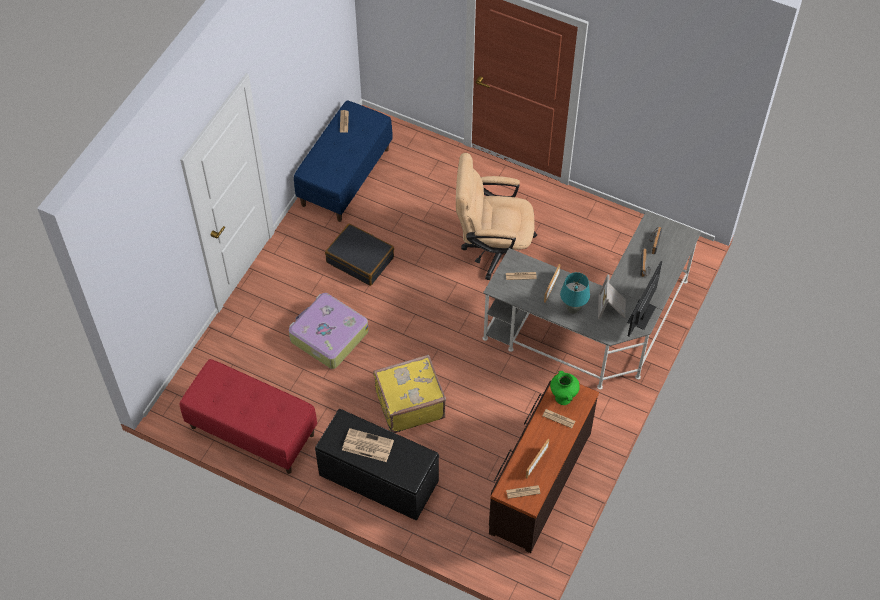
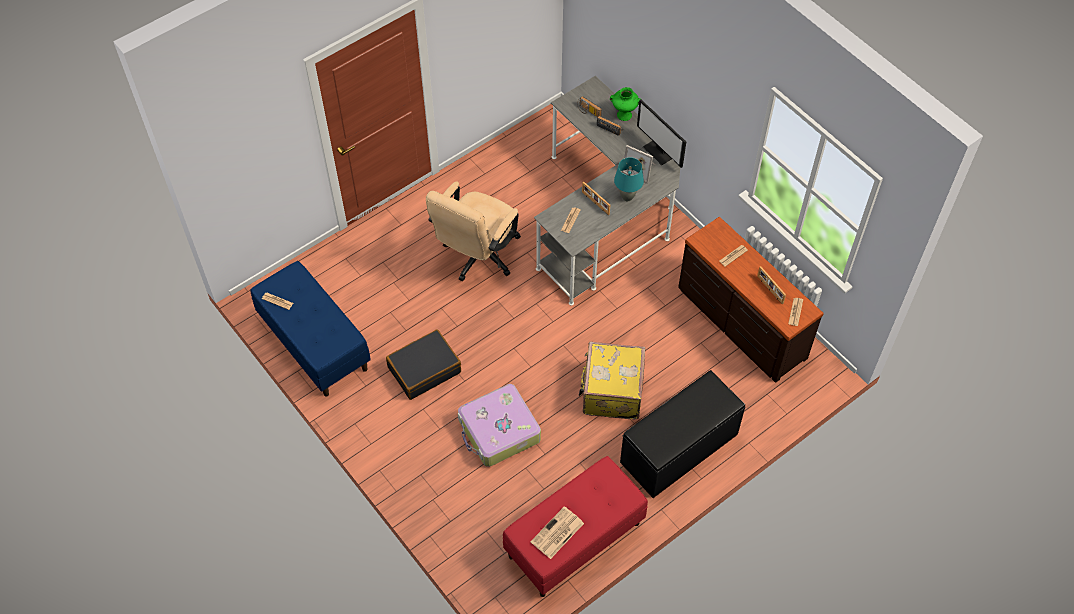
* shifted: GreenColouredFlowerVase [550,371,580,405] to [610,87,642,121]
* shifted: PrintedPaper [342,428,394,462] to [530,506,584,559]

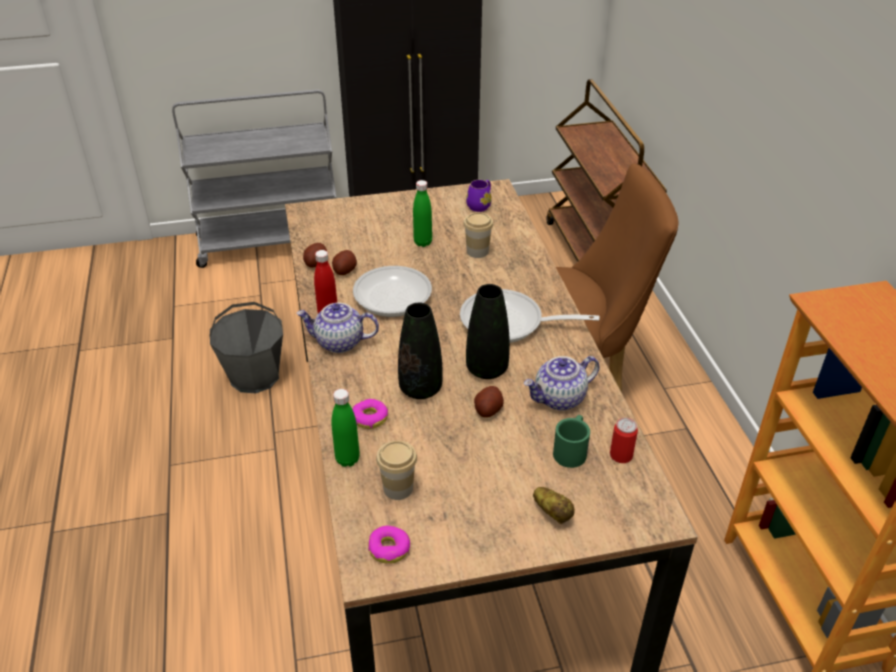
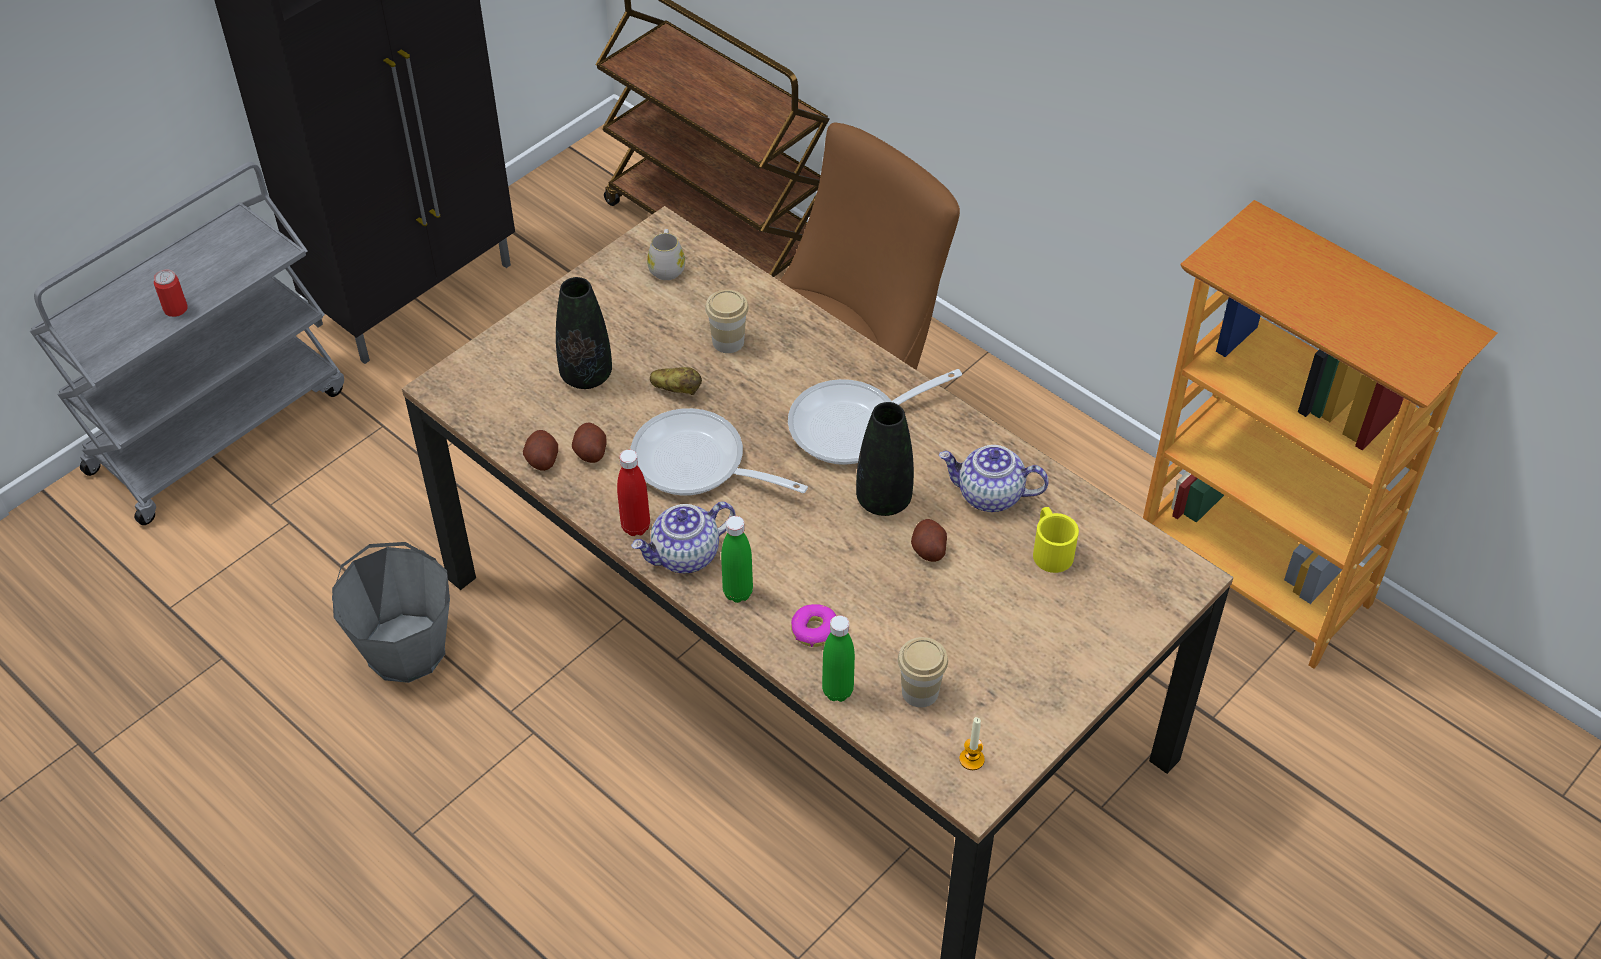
* shifted: GreenColouredBeverageBottle [413,180,432,247] to [721,516,753,603]
* repainted: PurpleColouredTeaMug [466,180,492,212] to WhitishTeaMug [647,229,685,280]
* shifted: BlackishFlowerVase [398,302,443,399] to [556,277,612,389]
* rotated: TeaPot [524,356,599,410] = [939,445,1049,512] 75 degrees clockwise
* repainted: GreenColouredTeaMug [553,415,590,468] to YellowishTeaMug [1033,507,1079,573]
* shifted: MetalCan [610,418,638,463] to [154,269,187,317]
* shifted: Potato [533,487,575,524] to [650,367,702,395]
* swapped: Donut [368,525,410,564] to WaxCandle [959,717,985,770]

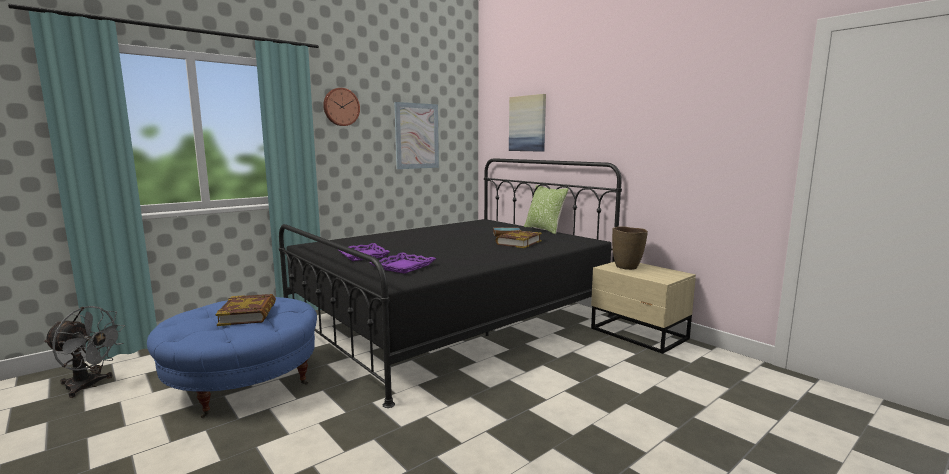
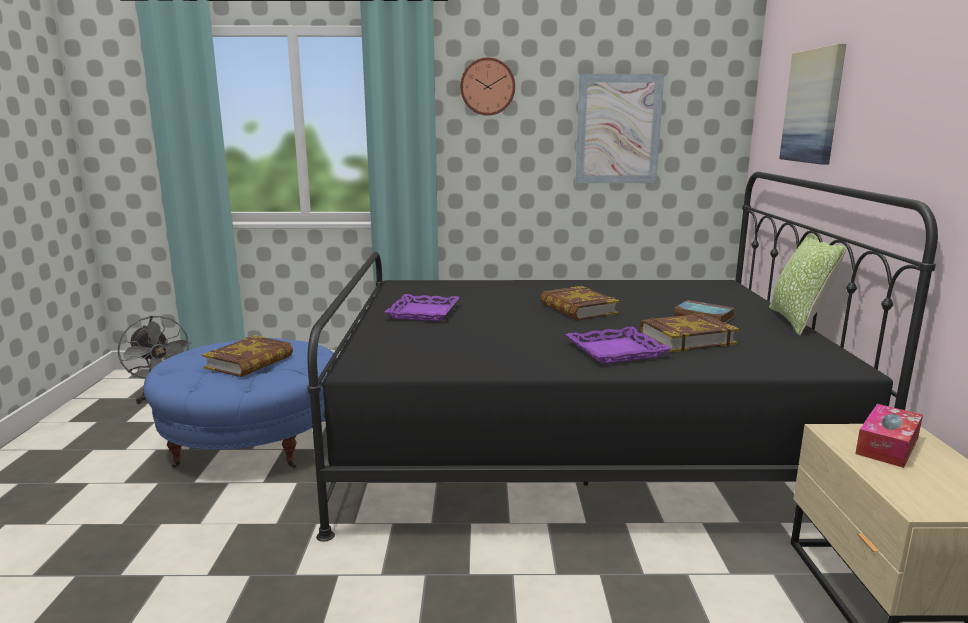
* swapped: BrownFlowerVase [612,226,648,270] to TissueHolder [855,404,923,468]
* shifted: PurpleColouredTray [370,252,436,274] to [566,326,671,364]
* new: Volume [540,286,620,320]

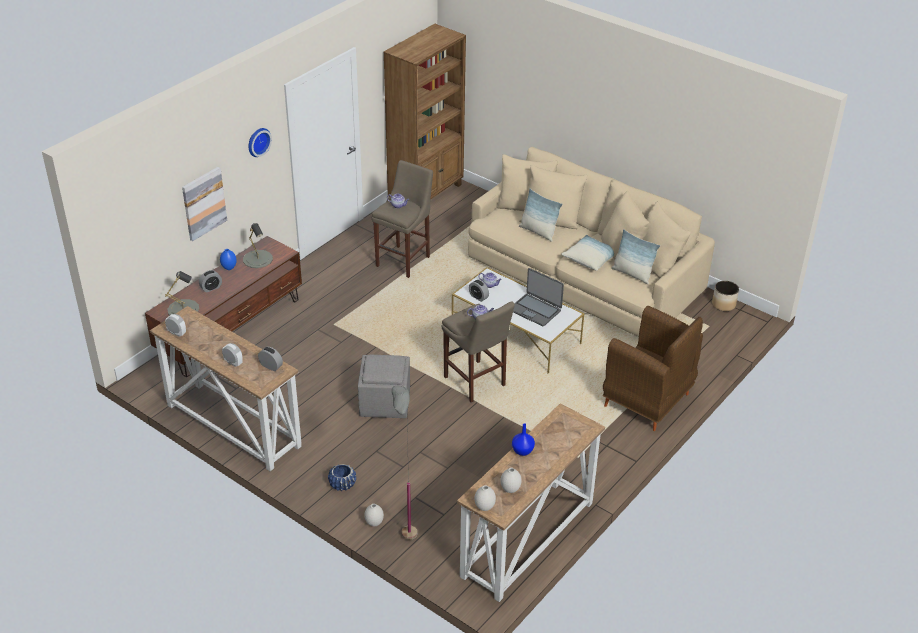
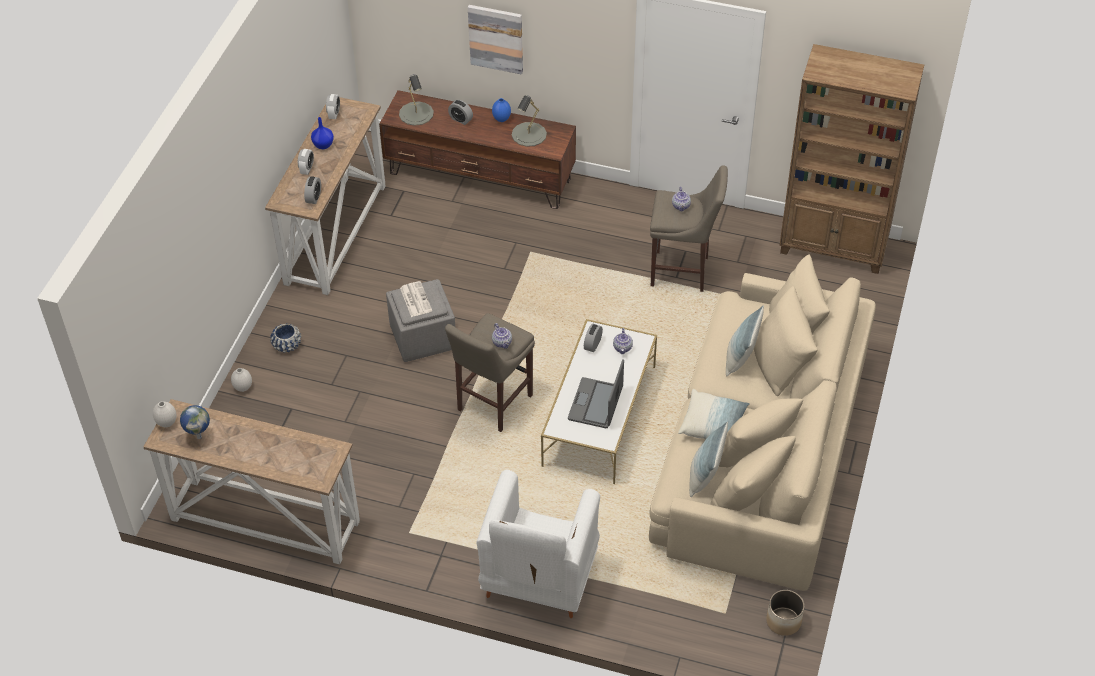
* gone: WallClock [249,128,272,157]
* repainted: BrownEasyChair [603,306,703,431] to WhitishEasyChair [477,470,600,618]
* gone: GreyishFloorLamp [392,386,417,540]
* shifted: BlueColouredFlowerVase [512,423,535,456] to [311,117,334,149]
* swapped: WhitishFlowerVase [500,468,522,493] to DeskGlobe [180,405,210,439]
* new: PrintedPaper [400,281,432,317]

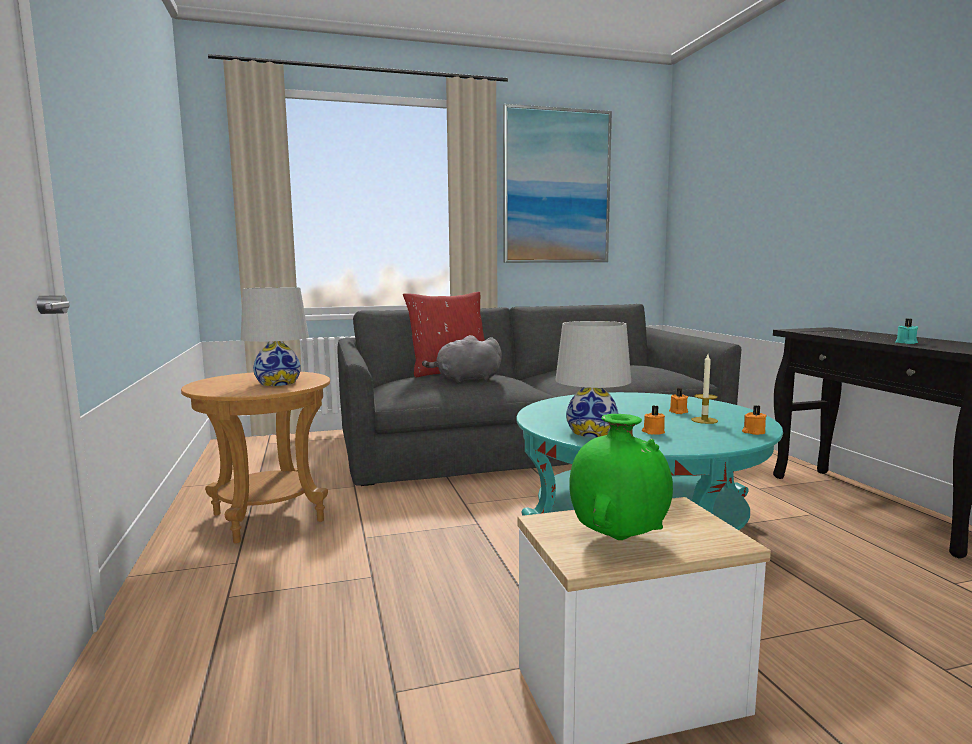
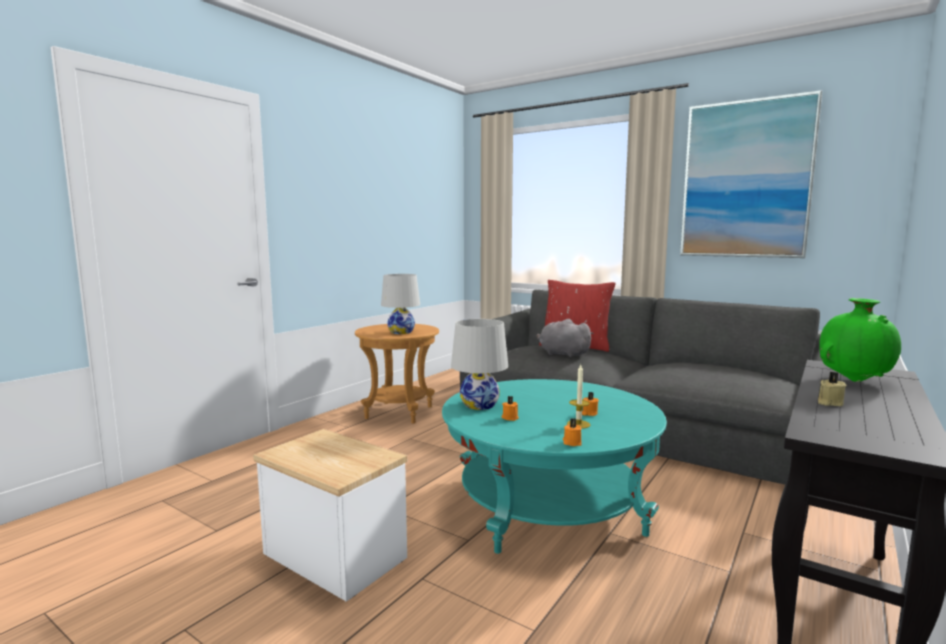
* repainted: TurquoiseColouredWaxCandle [895,318,919,344] to SandColouredWaxCandle [818,372,847,406]
* shifted: GreenColouredFlowerVase [569,414,673,540] to [819,298,901,382]

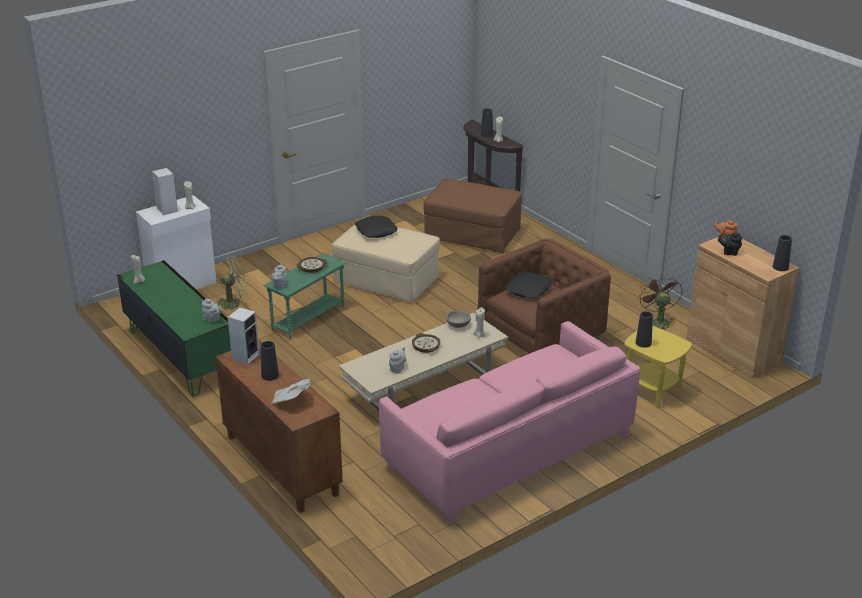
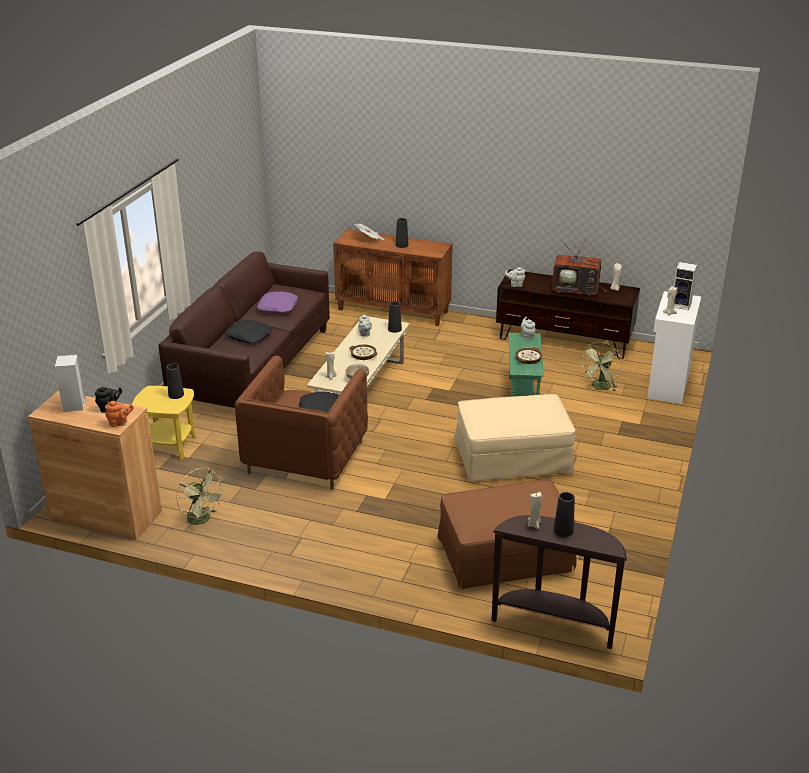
* shifted: BlackishThrowPillow [355,216,398,238] to [225,320,273,343]
* shifted: BlackishFlowerVase [773,235,792,271] to [388,301,402,333]
* repainted: GreenColouredTvStand [117,260,231,397] to BrownTvStand [496,269,640,359]
* repainted: BrownFan [639,274,682,329] to GreenColouredFan [177,468,225,531]
* shifted: Speaker [228,307,260,365] to [55,355,86,412]
* repainted: PinkColouredCouch [379,321,640,524] to BrownCouch [158,252,330,408]
* new: Television [552,233,607,296]
* new: PurpleColouredThrowPillow [257,291,298,313]

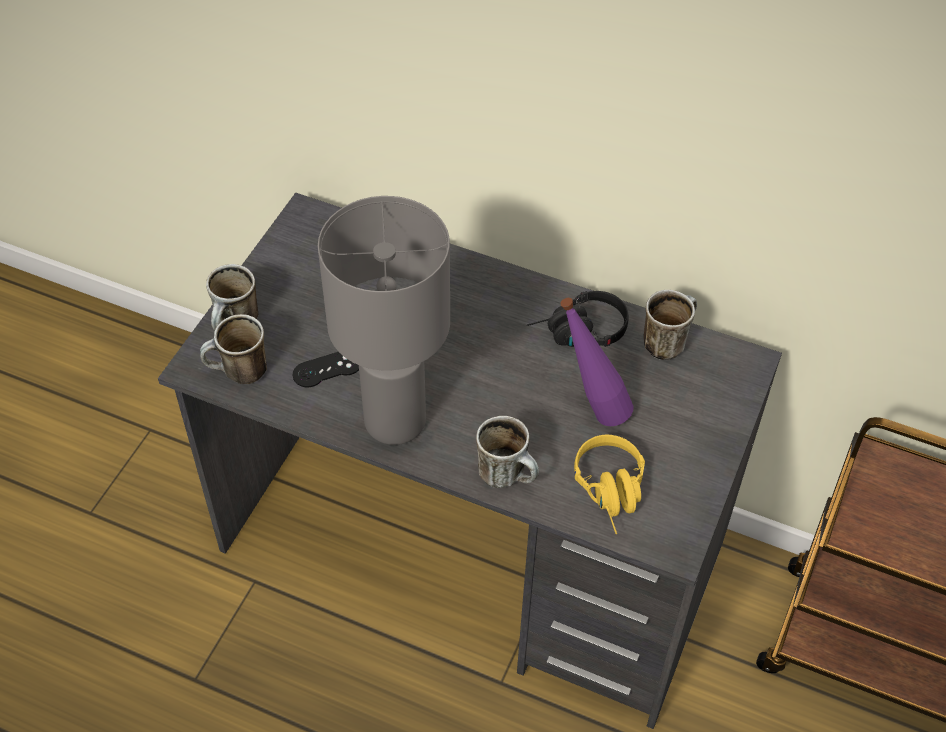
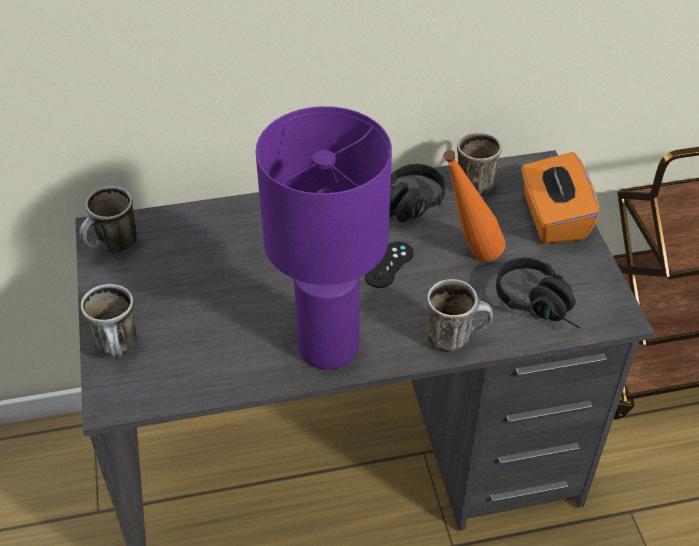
* repainted: GreyishLampForATable [318,196,450,445] to PurpleColouredLampForATable [256,106,392,370]
* repainted: PurpleColouredBeverageBottle [560,298,633,426] to OrangeColouredBeverageBottle [443,150,506,261]
* shifted: TeaMug [200,314,267,384] to [80,186,137,253]
* shifted: BlackishGamepad [293,352,359,387] to [364,242,414,288]
* repainted: YellowishPairOfHeadphones [574,435,645,534] to BlackishPairOfHeadphones [496,258,581,329]
* new: OrangeColouredTissueHolder [521,152,600,243]

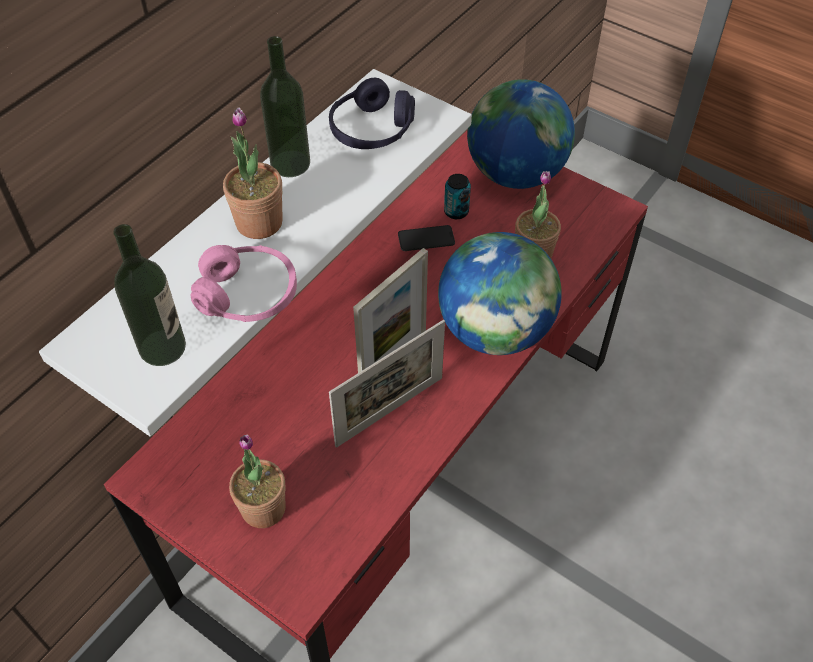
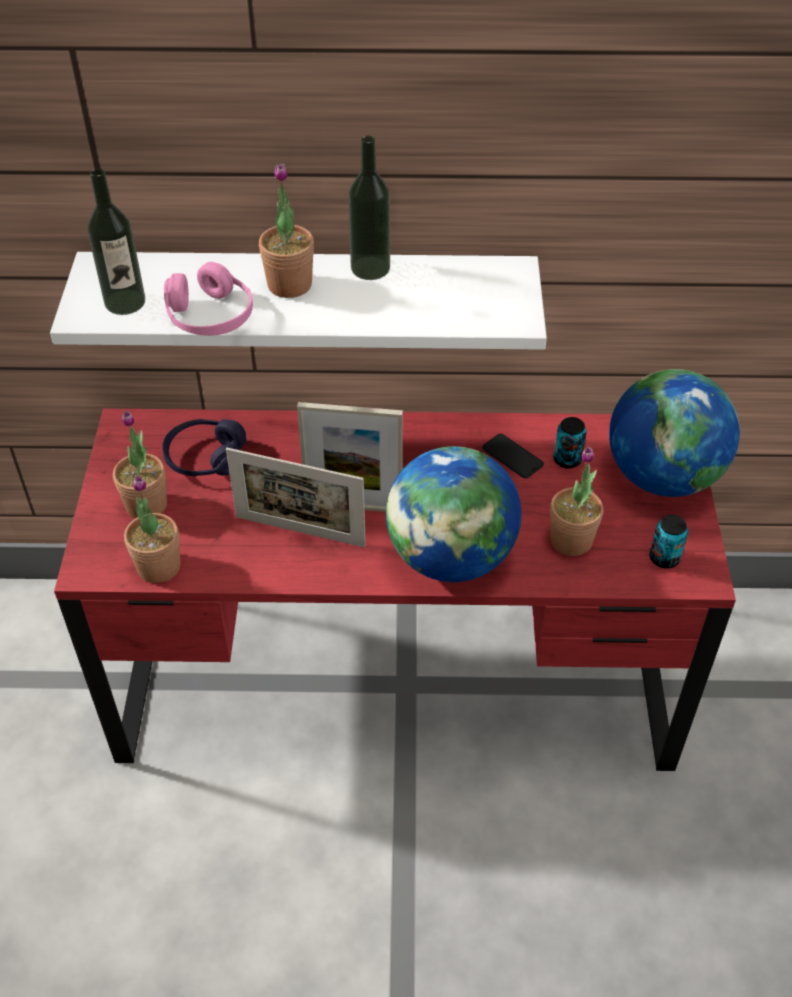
* shifted: PurpleColouredPairOfHeadphones [329,78,415,149] to [162,419,246,477]
* new: Houseplant [124,475,181,583]
* new: MetalCan [650,515,688,569]

